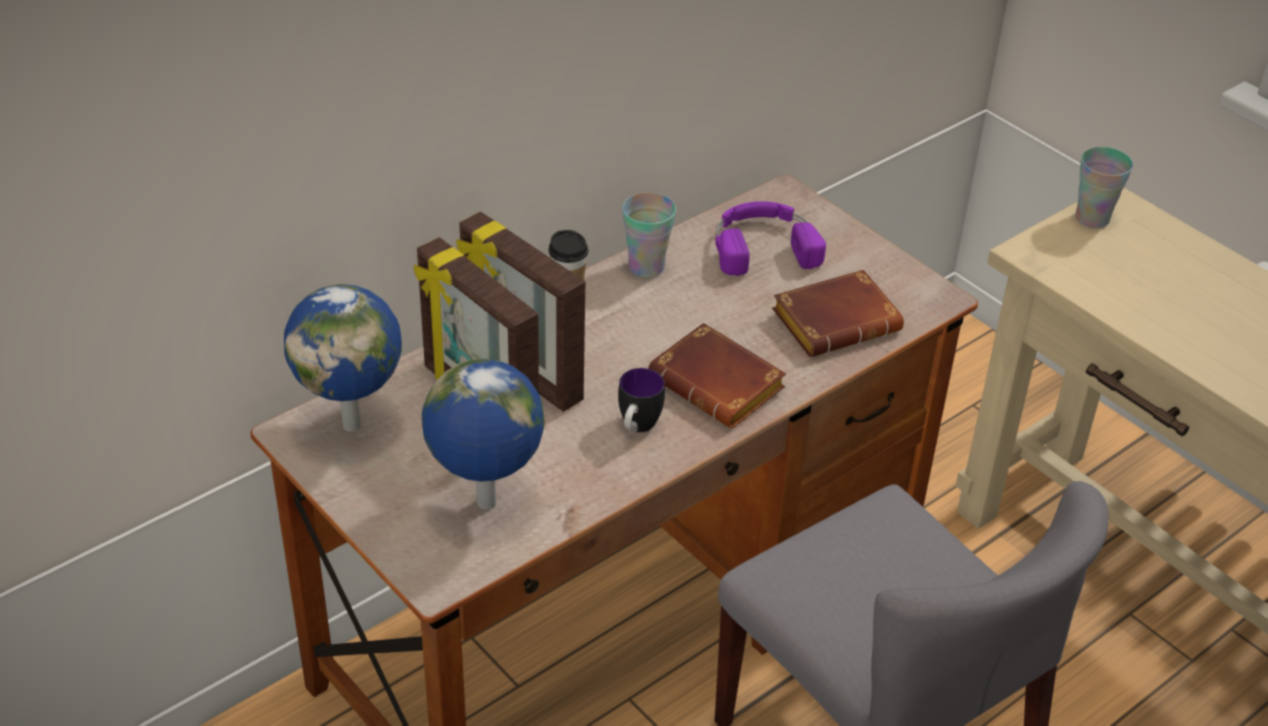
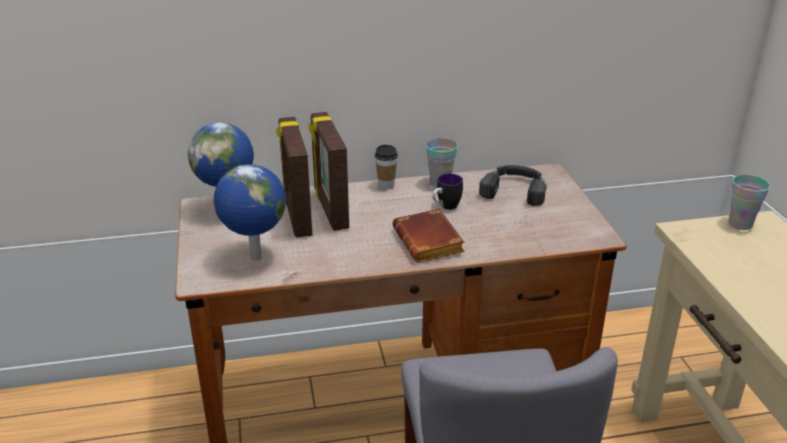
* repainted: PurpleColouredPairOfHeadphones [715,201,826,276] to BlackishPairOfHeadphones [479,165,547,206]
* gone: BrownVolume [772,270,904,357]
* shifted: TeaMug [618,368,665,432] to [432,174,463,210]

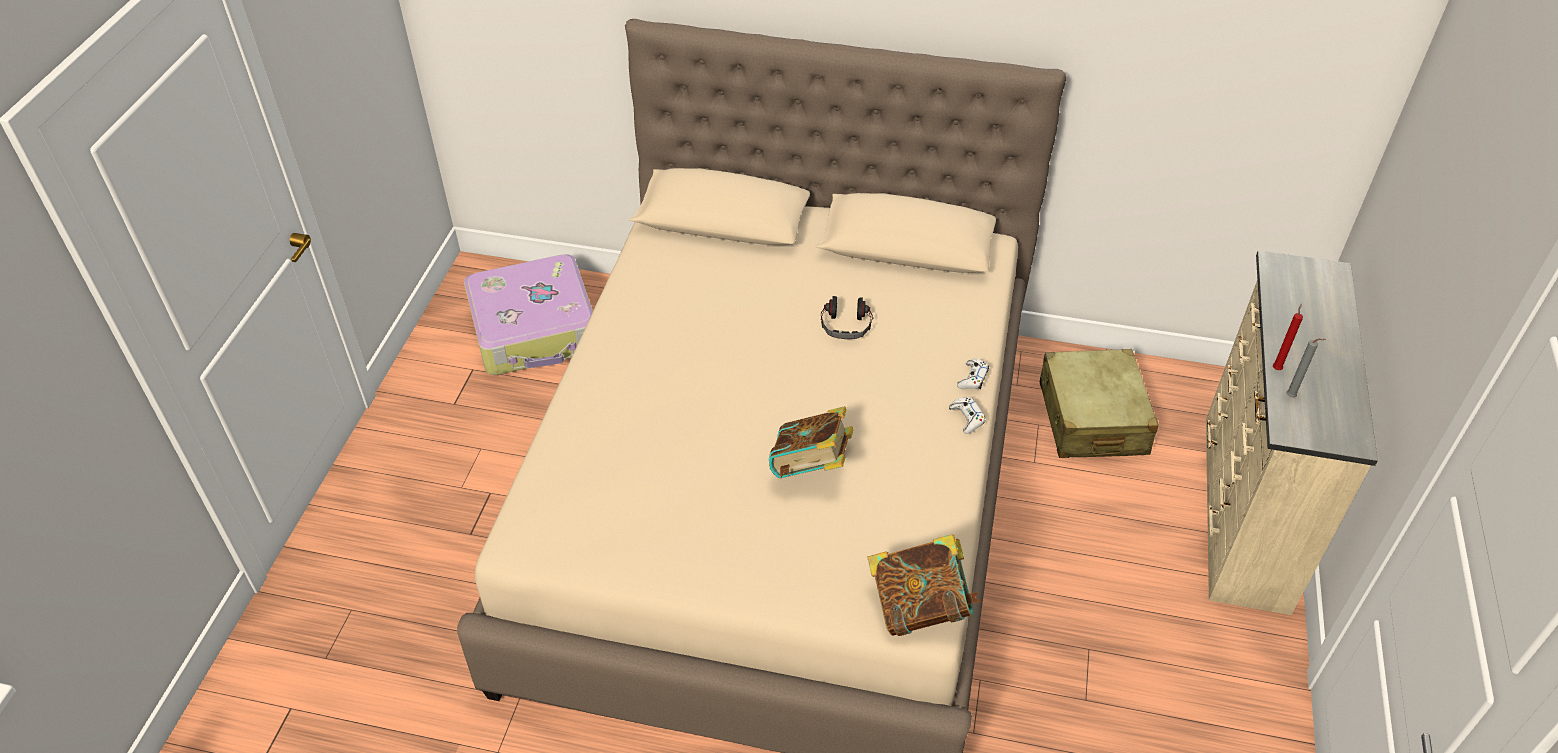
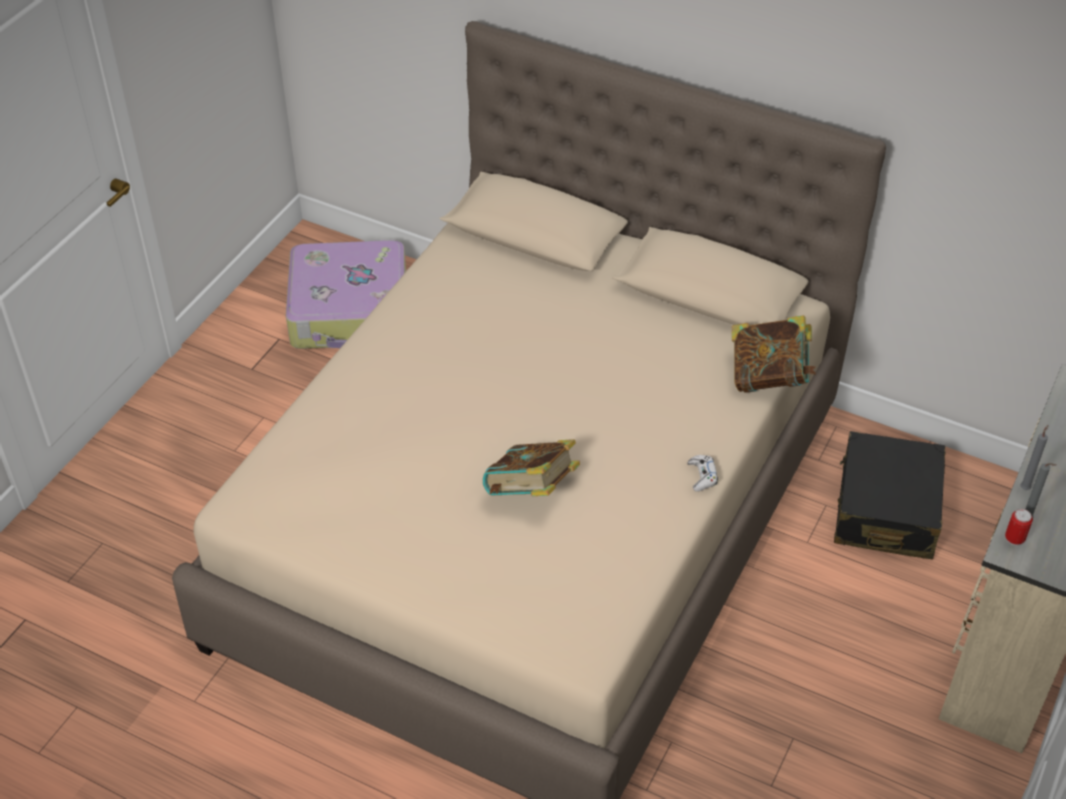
* gone: PairOfHeadphones [821,296,873,339]
* repainted: ReddishWaxCandle [1273,304,1303,370] to GreyishWaxCandle [1020,425,1048,490]
* repainted: SandColouredPieceOfLuggage [1040,349,1159,458] to BlackishPieceOfLuggage [834,431,945,560]
* gone: WhitishGamepad [957,359,989,389]
* shifted: Volume [867,534,981,636] to [732,315,816,393]
* new: MetalCan [1005,509,1033,545]

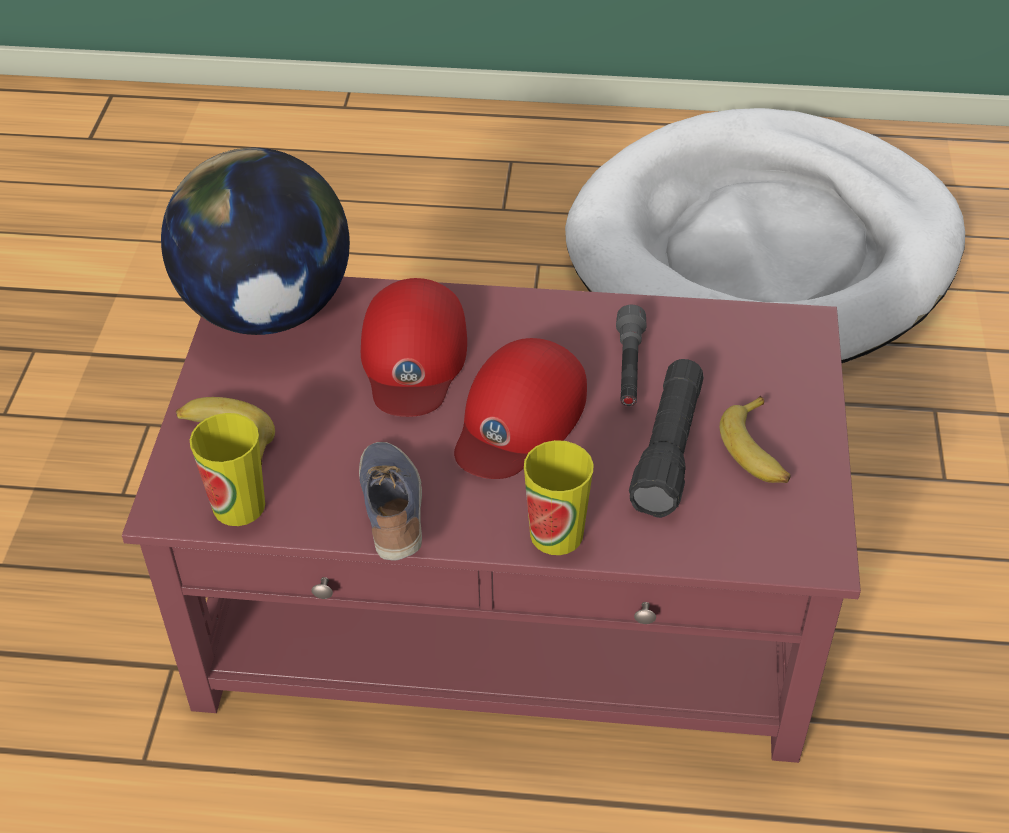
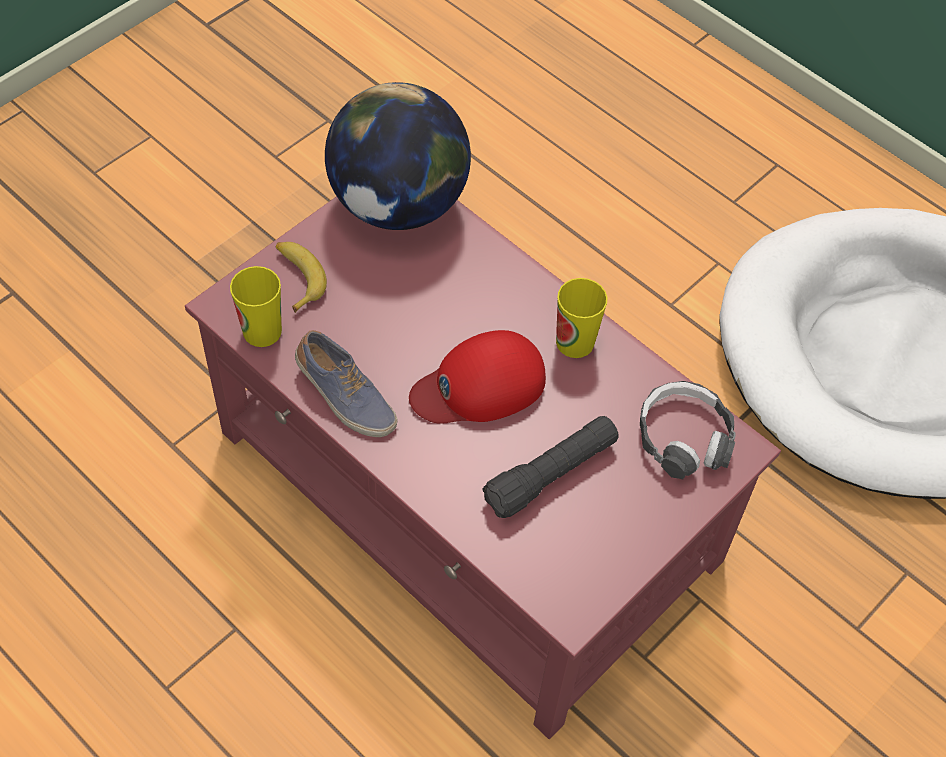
* gone: ReddishBaseballCap [361,278,467,417]
* gone: GreyishTorch [616,305,647,406]
* gone: Banana [720,396,791,483]
* shifted: DrinkingCup [524,440,593,555] to [556,278,608,358]
* rotated: ItemOfFootwear [359,442,422,560] = [295,330,398,437] 105 degrees clockwise
* new: PairOfHeadphones [640,381,736,479]

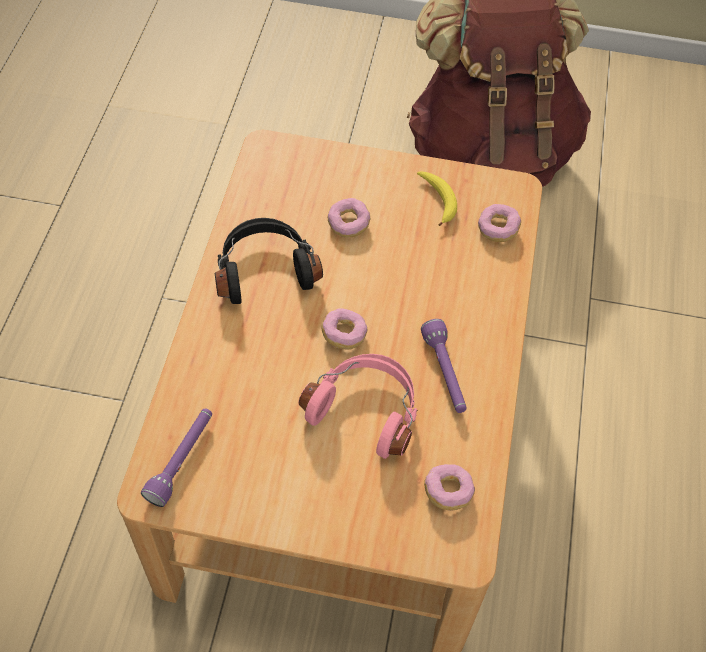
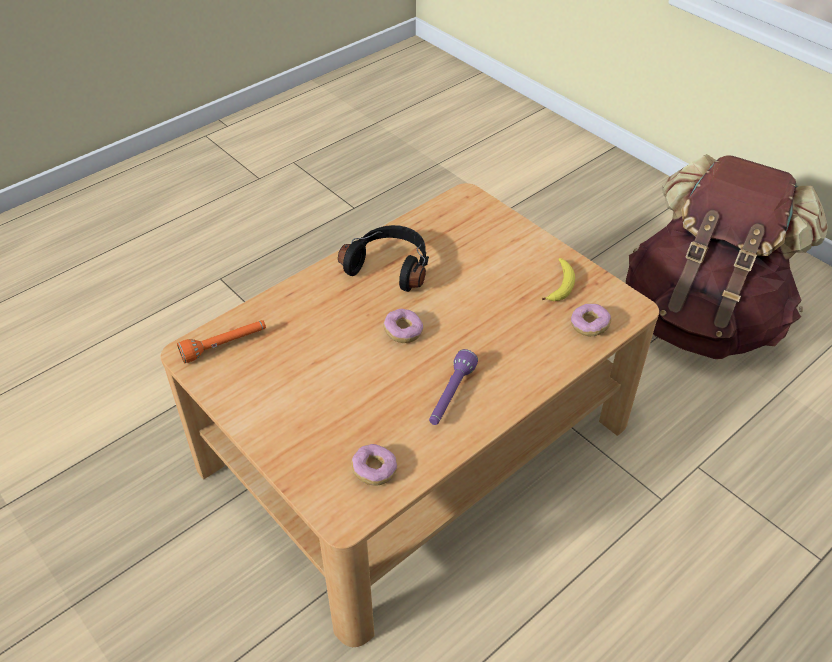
* gone: Donut [328,198,370,237]
* gone: PinkColouredPairOfHeadphones [298,354,418,459]
* repainted: PurpleColouredTorch [141,408,212,507] to OrangeColouredTorch [177,320,266,363]

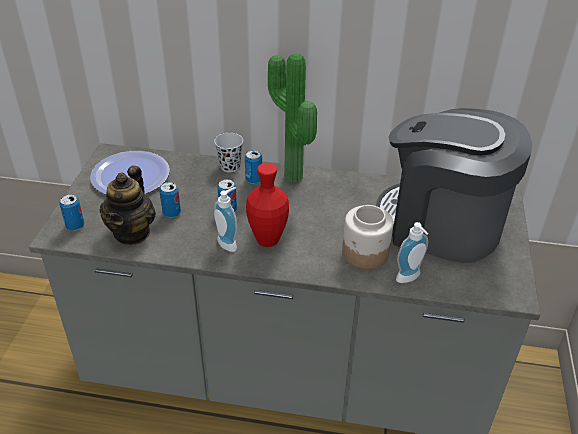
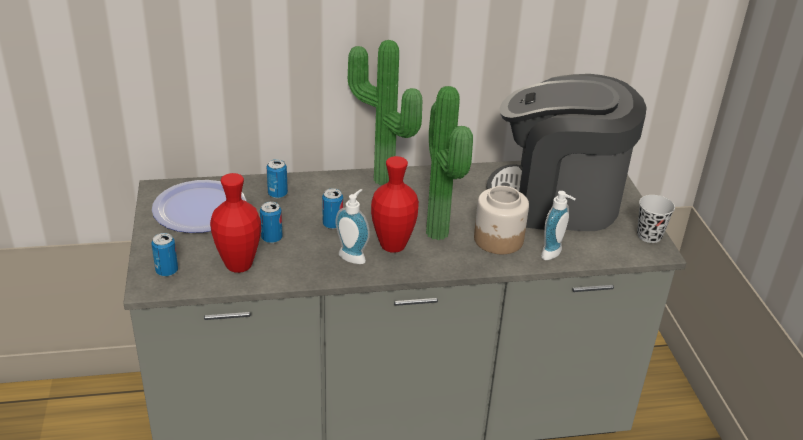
* shifted: BlackishDrinkingCup [214,133,243,172] to [637,195,675,243]
* shifted: MetalCan [245,150,262,184] to [267,159,288,198]
* swapped: TeaPot [100,166,156,245] to ReddishFlowerVase [210,173,261,273]
* new: Houseplant [426,86,473,240]

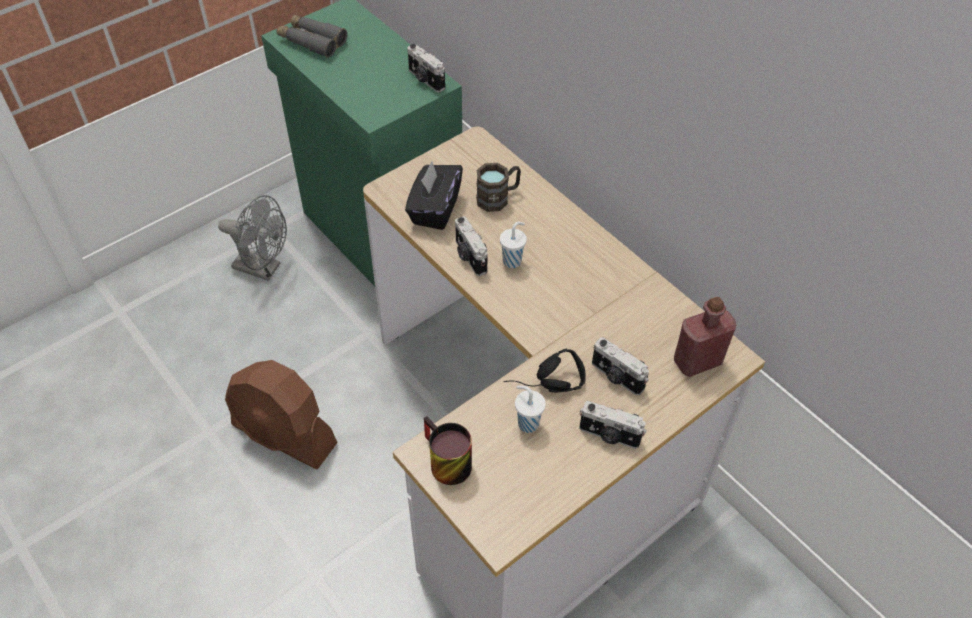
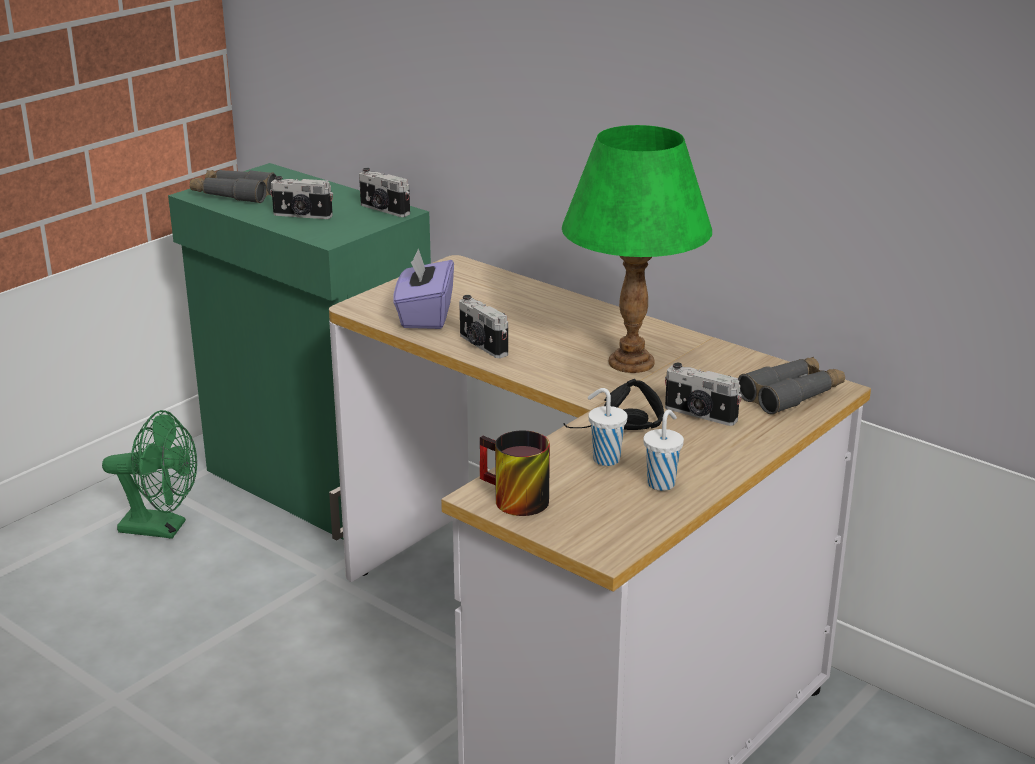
* repainted: BlackishTissueHolder [405,161,463,230] to PurpleColouredTissueHolder [394,249,454,329]
* gone: BrownTeaMug [476,163,521,212]
* repainted: GreyishFan [218,195,287,281] to GreenColouredFan [102,410,197,539]
* shifted: WhitishDrinkingCup [500,222,527,268] to [644,410,684,491]
* swapped: ReddishBeverageBottle [674,297,736,377] to GreyishFieldGlasses [738,357,845,415]
* gone: BrownFan [225,360,338,469]
* shifted: StillCamera [579,401,647,449] to [270,176,333,219]
* new: GreenColouredLampForATable [562,125,712,373]

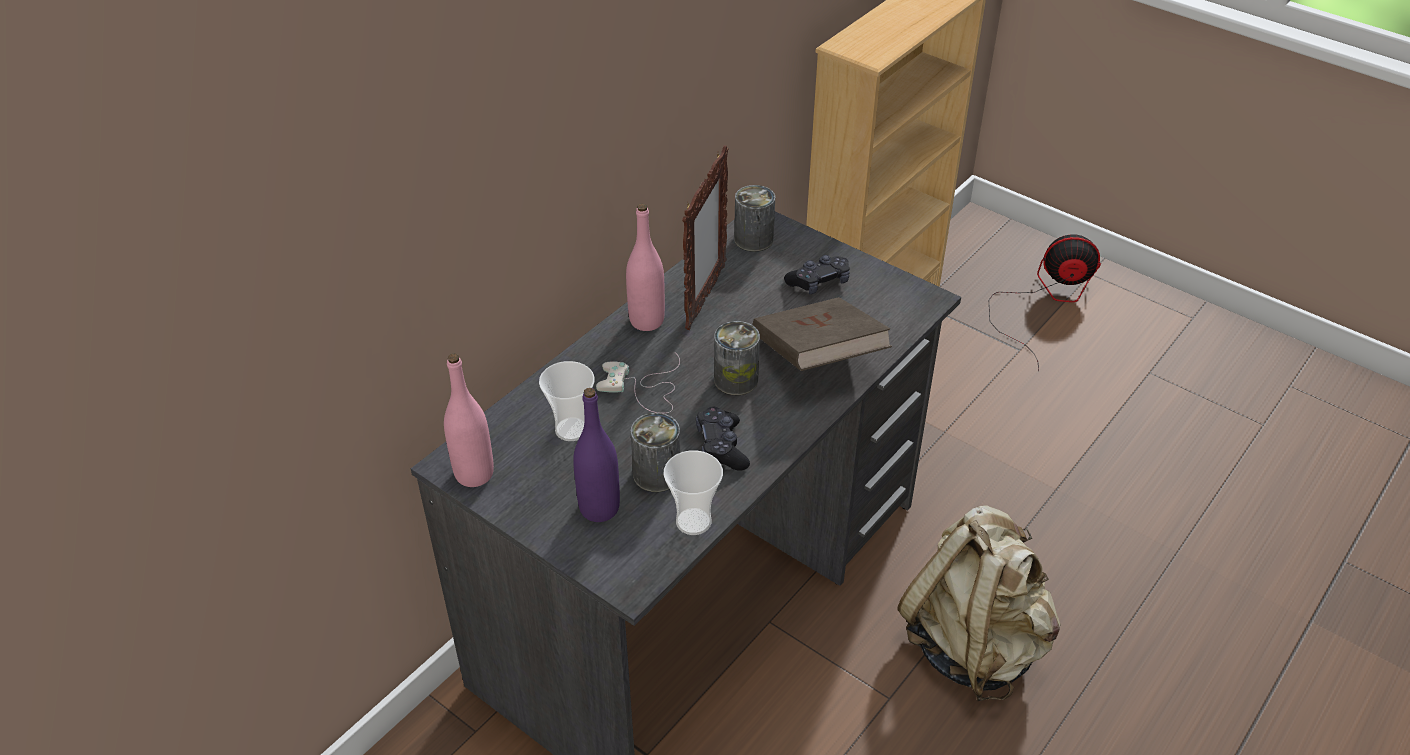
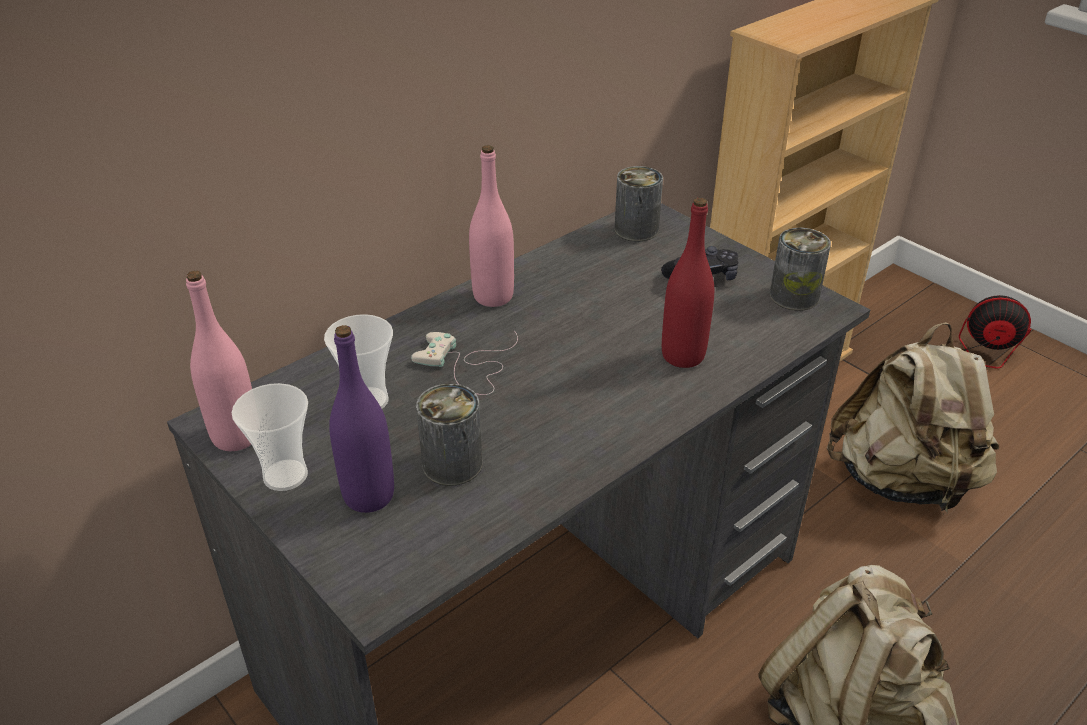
* gone: PhotoFrame [682,145,728,330]
* swapped: BrownVolume [752,297,892,371] to ReddishBeverageBottle [662,198,714,368]
* shifted: MetalCan [714,321,760,395] to [770,228,831,311]
* gone: BlackishGamepad [696,406,750,471]
* shifted: DrinkingCup [664,450,723,535] to [232,383,308,491]
* new: SandColouredRucksack [827,322,999,515]

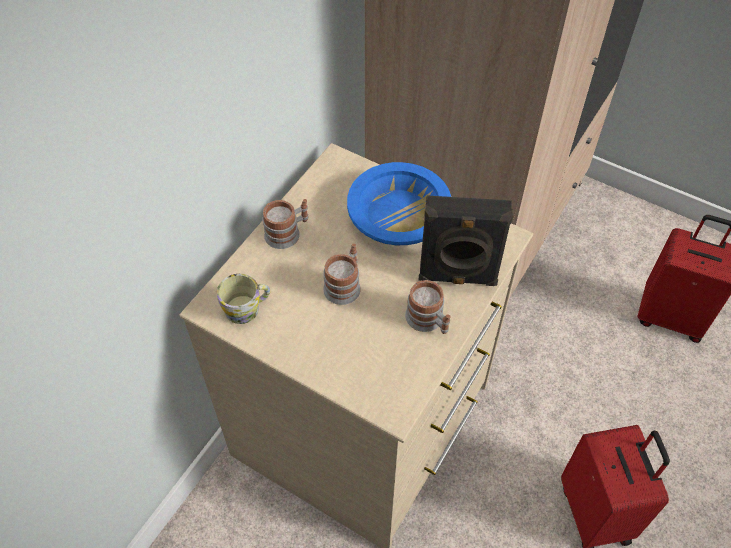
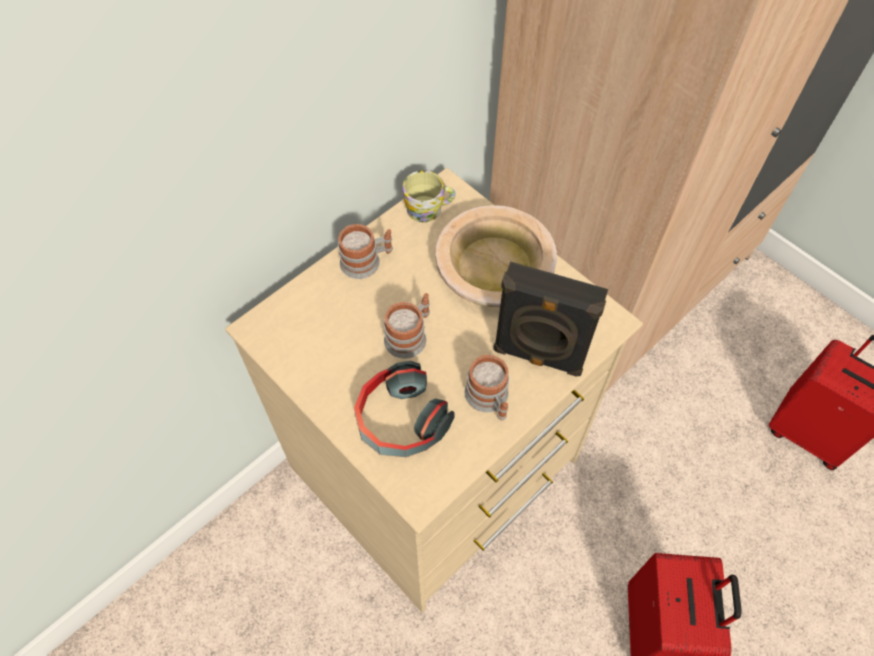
* repainted: BlueColouredDeepDish [347,162,451,245] to SandColouredDeepDish [436,205,557,307]
* shifted: TeaMug [217,274,270,324] to [402,170,456,222]
* new: PairOfHeadphones [354,361,455,457]

